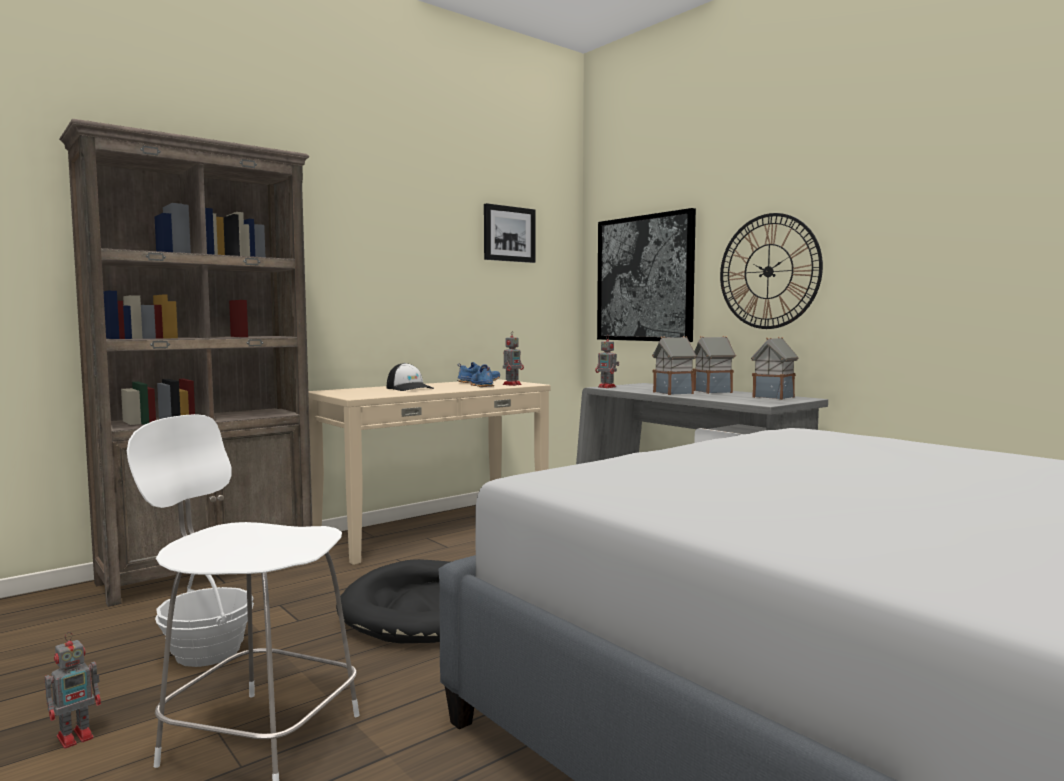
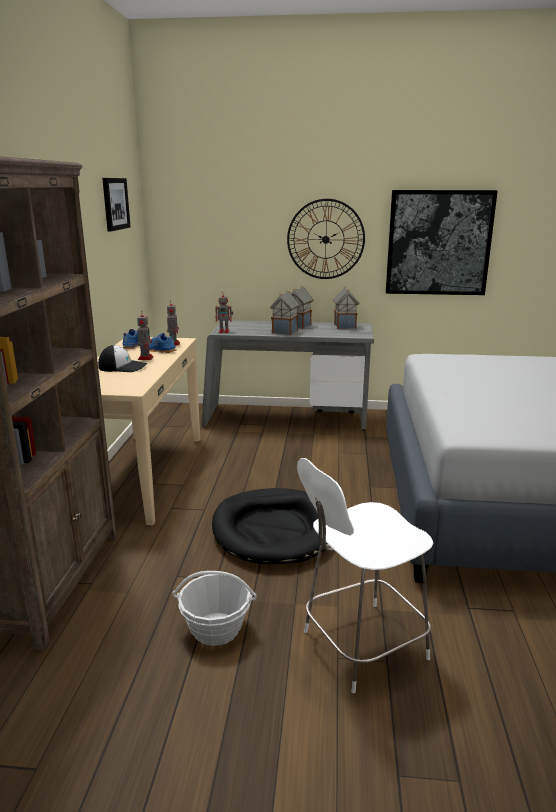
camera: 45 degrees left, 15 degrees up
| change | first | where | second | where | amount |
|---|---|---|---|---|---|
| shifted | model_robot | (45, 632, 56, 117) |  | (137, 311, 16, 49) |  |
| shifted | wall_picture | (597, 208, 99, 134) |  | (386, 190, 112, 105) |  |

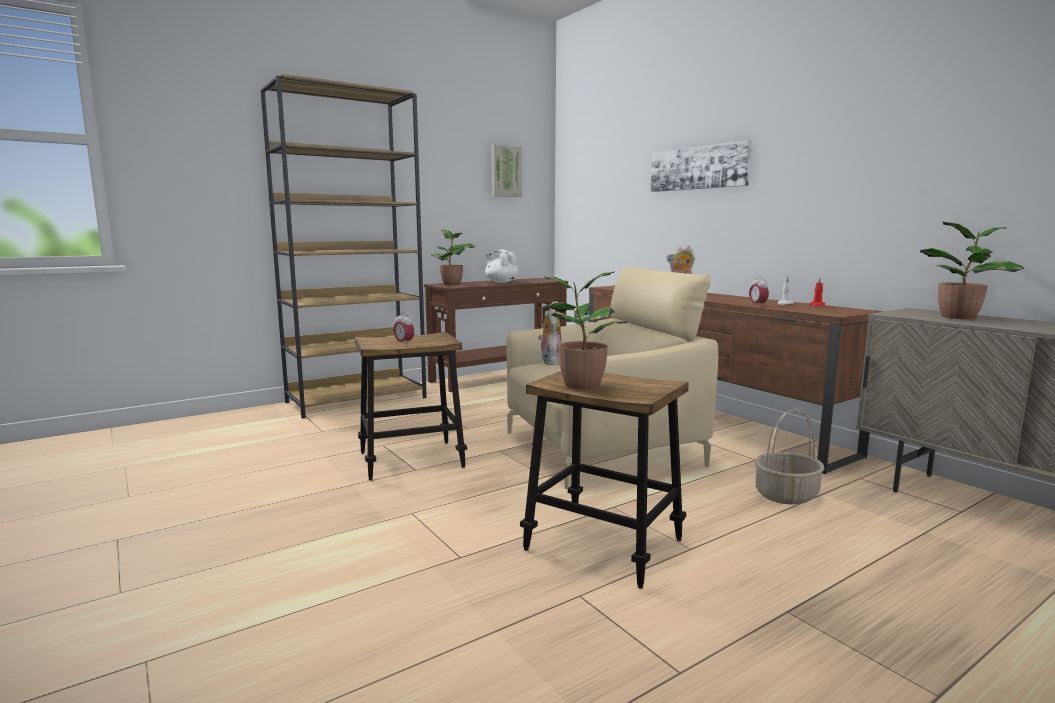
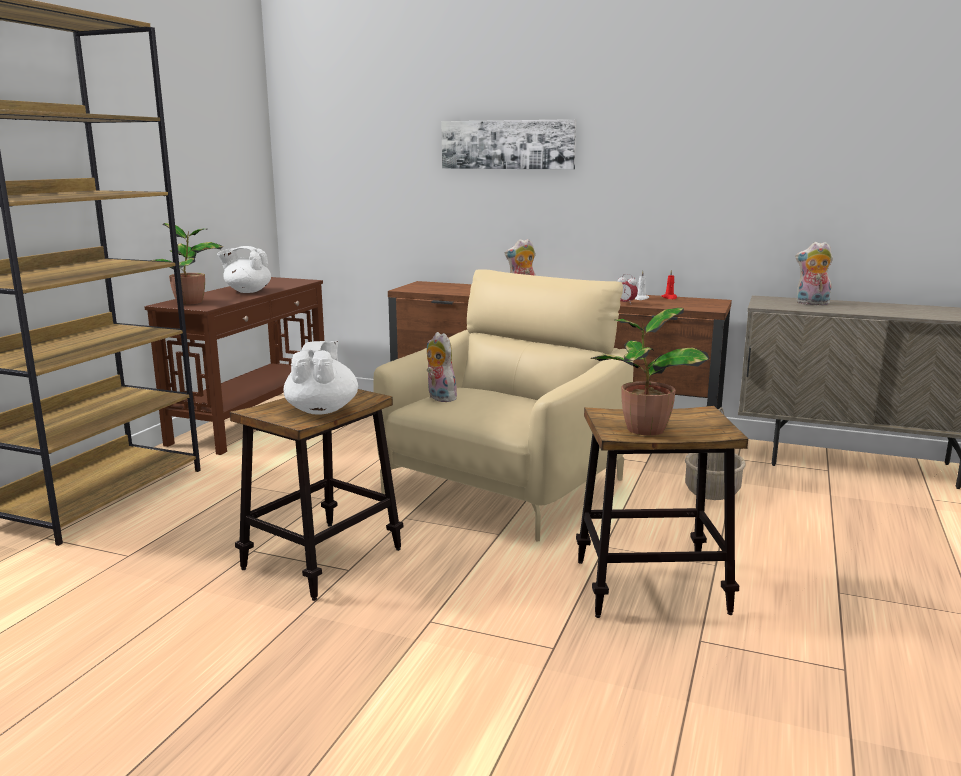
camera: 35 degrees left, 5 degrees up
| change | first | where | second | where | amount |
|---|---|---|---|---|---|
| swapped | bedside_clock | (394, 312, 20, 33) | white-coloured_teapot | (284, 341, 74, 74) |  |
| gone | wall_picture | (491, 145, 31, 52) |  |  |  |
| swapped | houseplant | (920, 222, 104, 97) | plush_toy | (795, 242, 38, 63) |  |

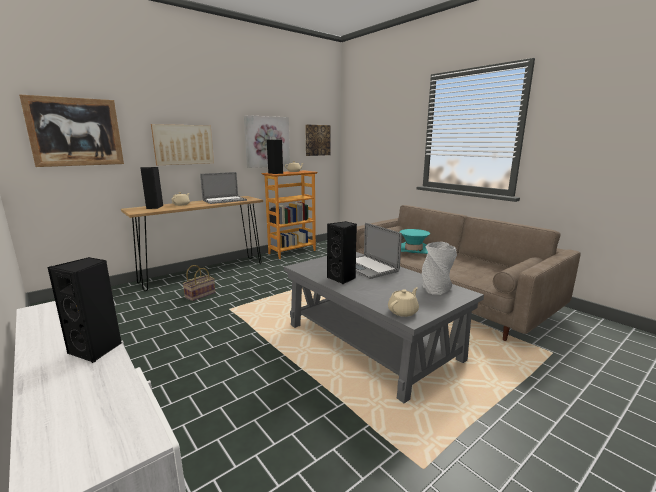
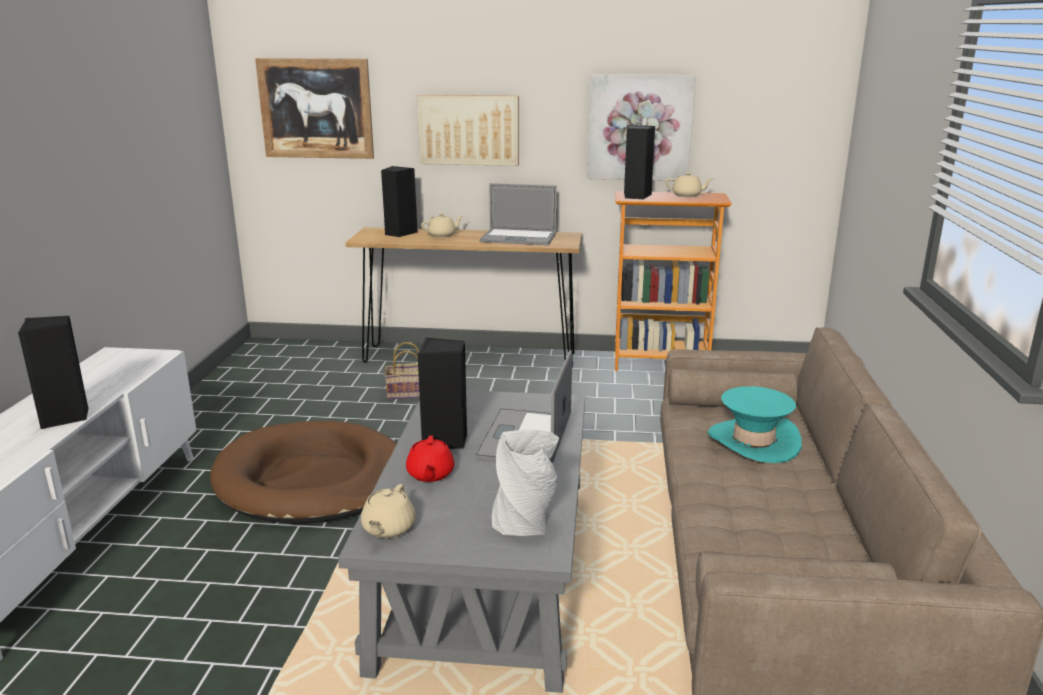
camera: 45 degrees right, 5 degrees up
| change | first | where | second | where | amount |
|---|---|---|---|---|---|
| gone | wall_picture | (305, 125, 26, 31) |  |  |  |
| rotated | sand-coloured_teapot | (388, 287, 31, 30) |  | (361, 484, 55, 54) | 105 degrees clockwise |
| new |  |  | brown-coloured_dog_cushion | (210, 421, 187, 103) |  |
| new |  |  | reddish_teapot | (406, 435, 49, 47) |  |

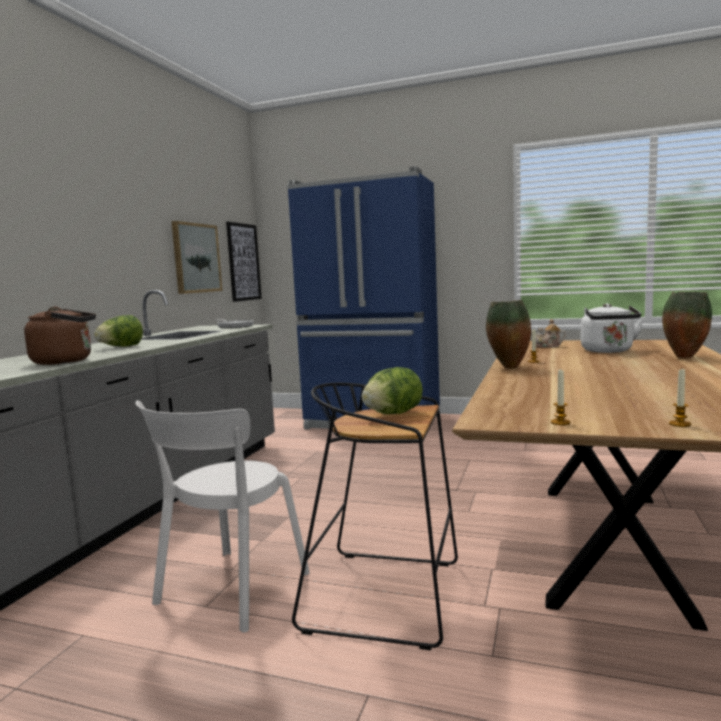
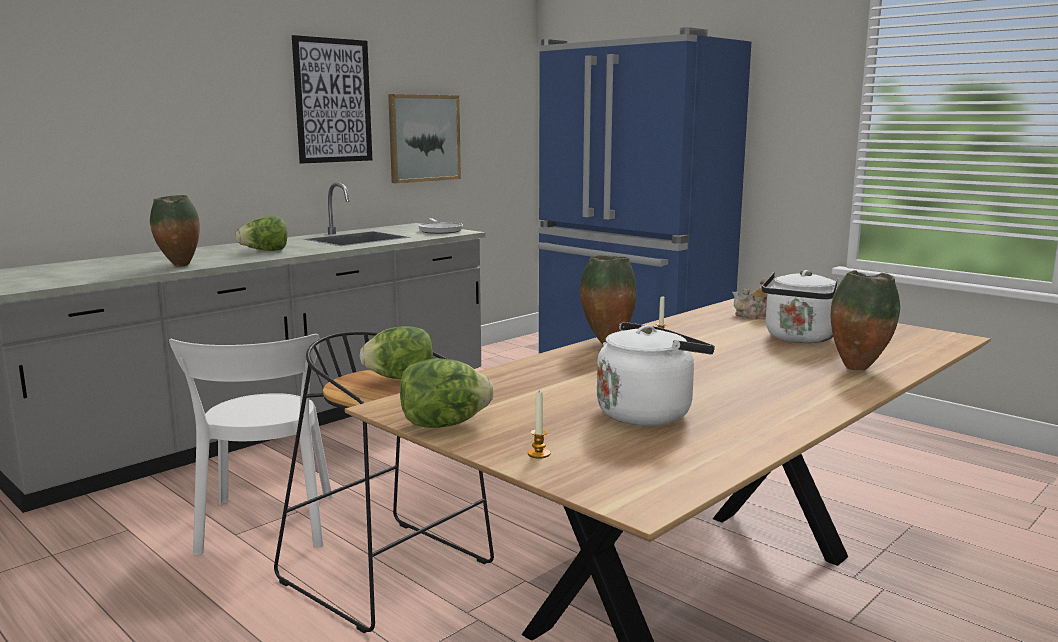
camera: 25 degrees right, 5 degrees up
| change | first | where | second | where | amount |
|---|---|---|---|---|---|
| swapped | brown-coloured_kettle | (24, 306, 72, 59) | flower_vase | (150, 195, 50, 72) |  |
| rotated | white-coloured_upright_chair | (135, 400, 175, 233) |  | (169, 334, 164, 221) | 60 degrees counterclockwise |
| shifted | wall_picture | (226, 222, 36, 80) |  | (292, 35, 80, 129) |  |
| swapped | candle | (551, 370, 19, 55) | lettuce | (400, 358, 93, 70) |  |
| new |  |  | white-coloured_kettle | (597, 322, 118, 104) |  |

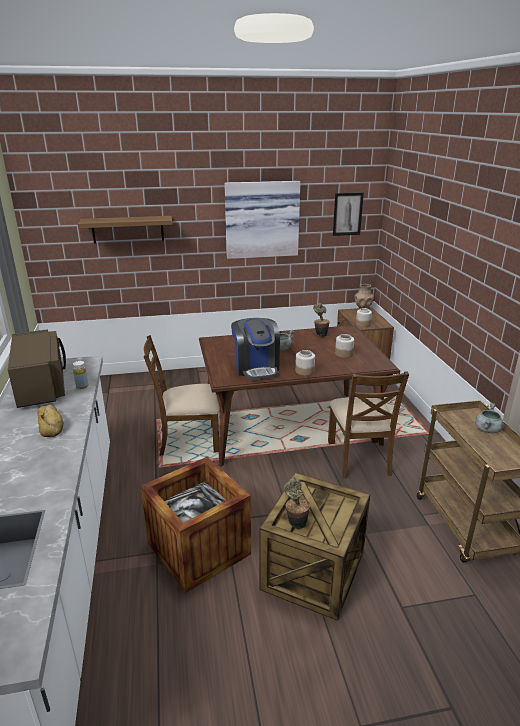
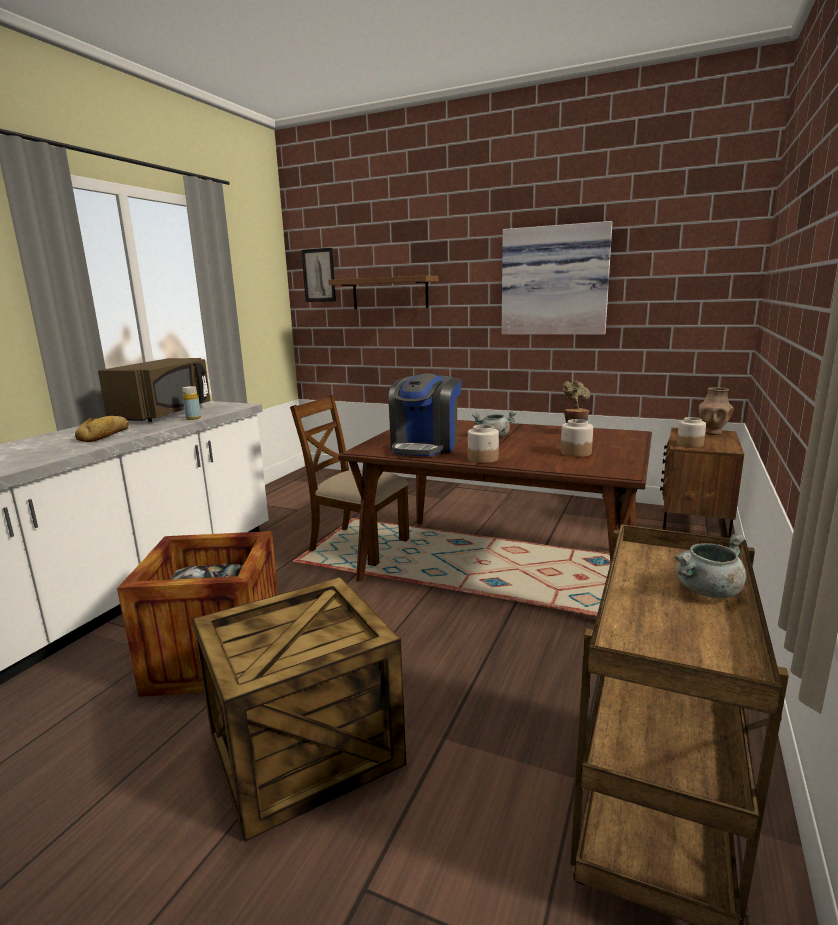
camera: 35 degrees right, 10 degrees down
| change | first | where | second | where | amount |
|---|---|---|---|---|---|
| gone | houseplant | (284, 477, 26, 52) |  |  |  |
| gone | brown-coloured_upright_chair | (328, 371, 81, 108) |  |  |  |
| shifted | wall_picture | (333, 193, 31, 43) |  | (301, 248, 35, 54) |  |

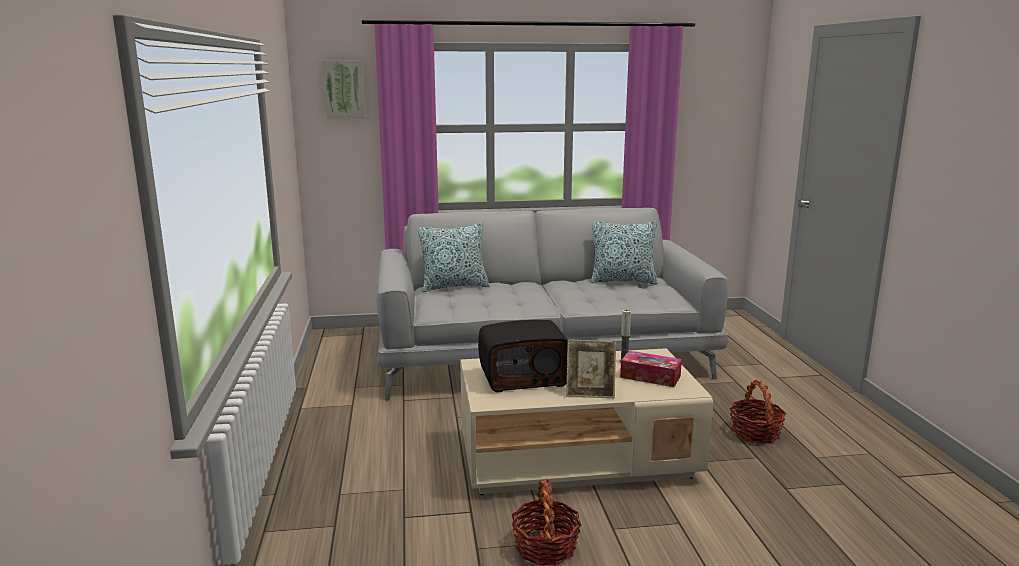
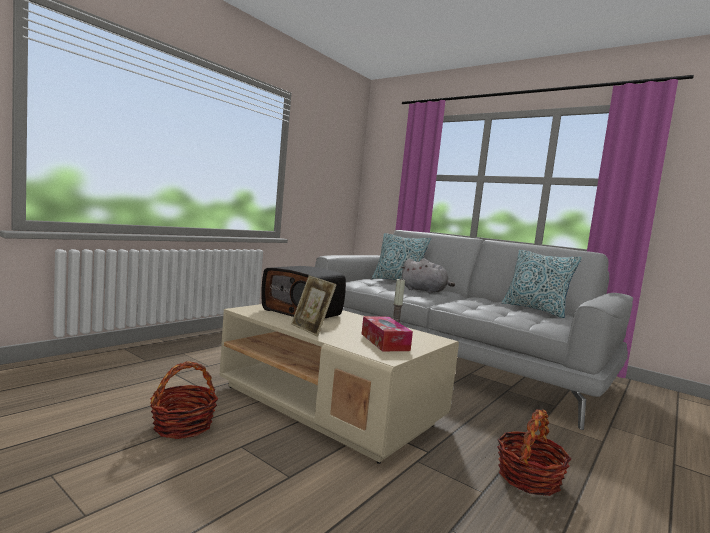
camera: 45 degrees right, 10 degrees down
| change | first | where | second | where | amount |
|---|---|---|---|---|---|
| gone | wall_picture | (323, 61, 42, 58) |  |  |  |
| new |  |  | greyish_plush_toy | (401, 258, 54, 36) |  |

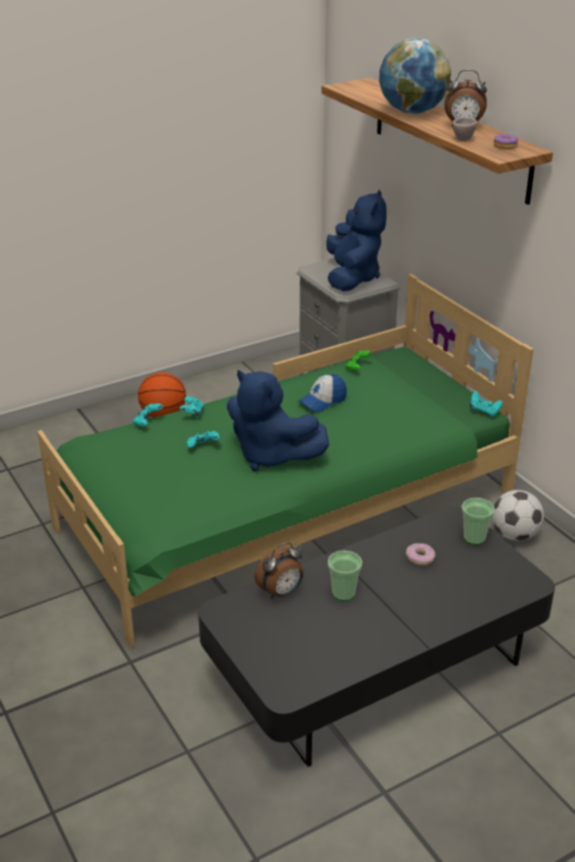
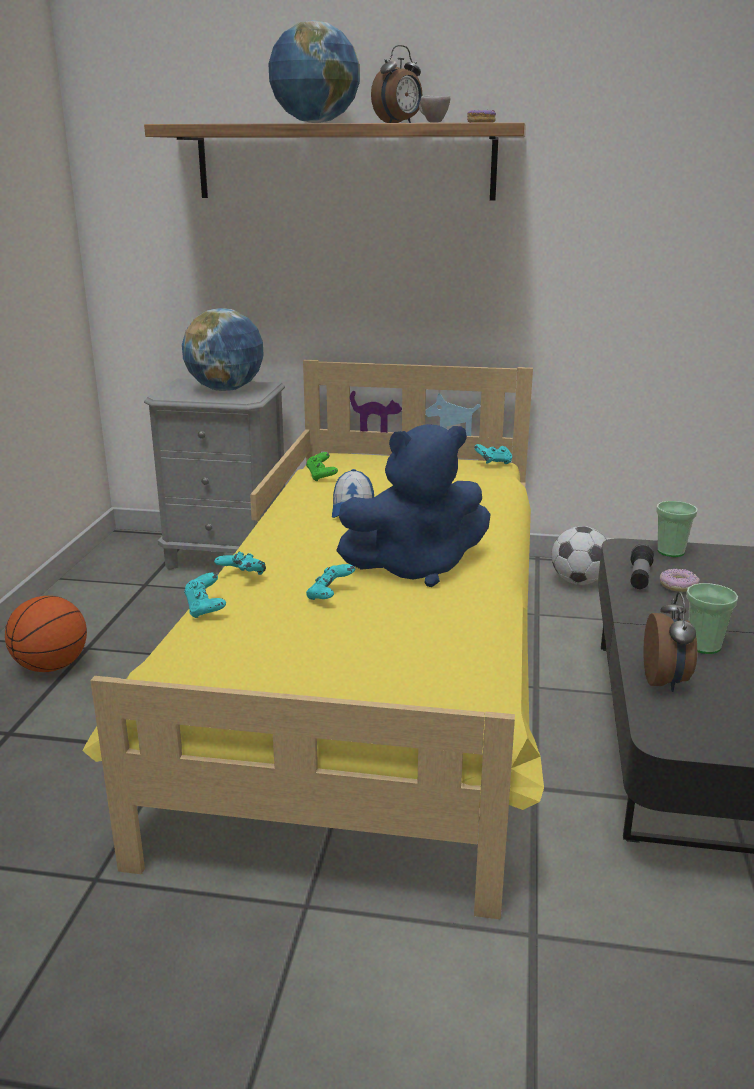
camera: 50 degrees left, 10 degrees down
| change | first | where | second | where | amount |
|---|---|---|---|---|---|
| repainted | green-coloured_bed | (37, 274, 497, 374) | yellowish_bed | (82, 360, 462, 559) |  |
| swapped | blue_plush_toy | (326, 190, 61, 101) | world_globe | (182, 308, 82, 83) |  |
| new |  |  | flashlight | (630, 544, 24, 45) |  |

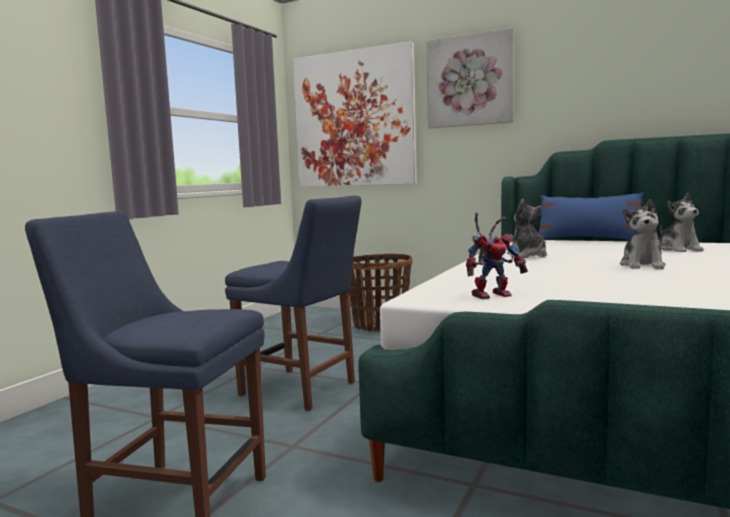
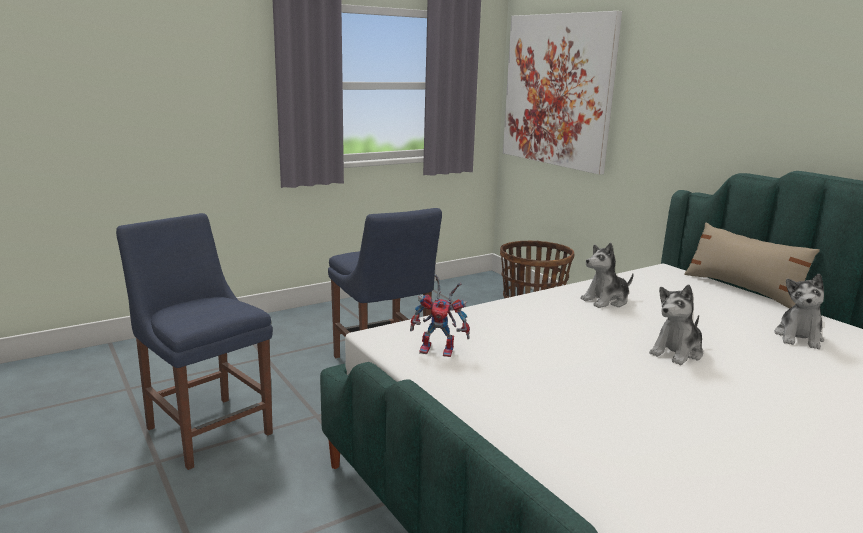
camera: 30 degrees right, 10 degrees up
| change | first | where | second | where | amount |
|---|---|---|---|---|---|
| gone | wall_picture | (426, 28, 88, 100) |  |  |  |
| rotated | plush_toy | (507, 199, 40, 59) |  | (580, 243, 54, 65) | 135 degrees counterclockwise |
| repainted | blue_pillow | (539, 192, 105, 48) | sand-coloured_pillow | (684, 222, 136, 87) |  |

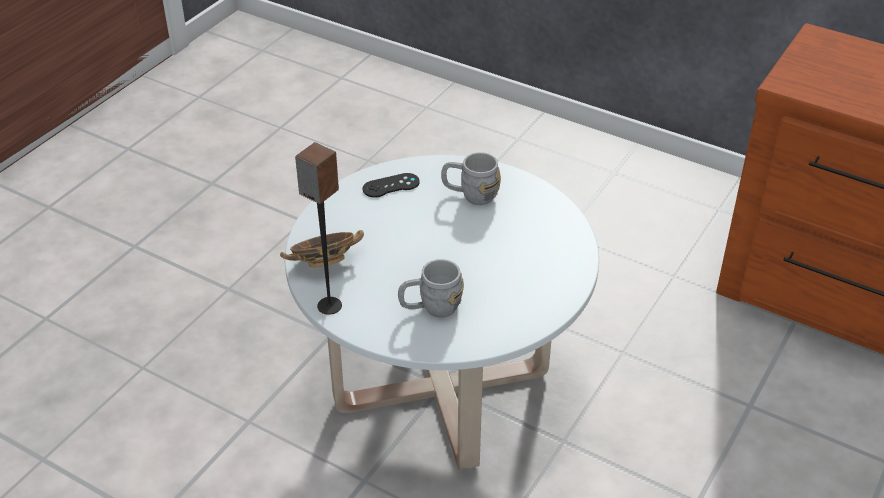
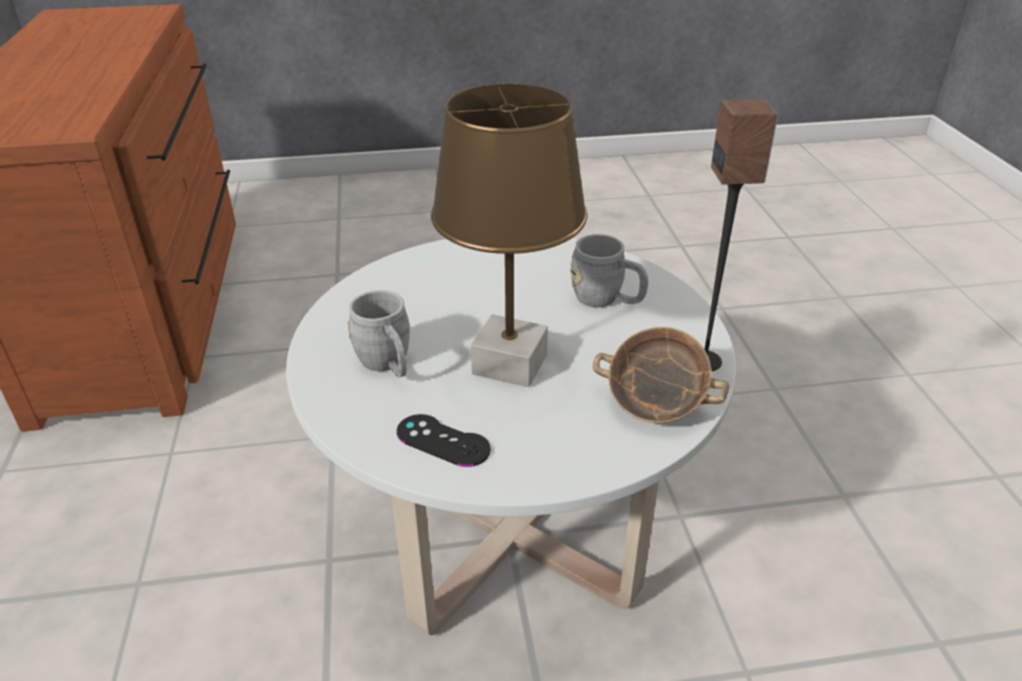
camera: 130 degrees left, 5 degrees down
| change | first | where | second | where | amount |
|---|---|---|---|---|---|
| new |  |  | brown-coloured_table_lamp | (431, 83, 156, 304) |  |

